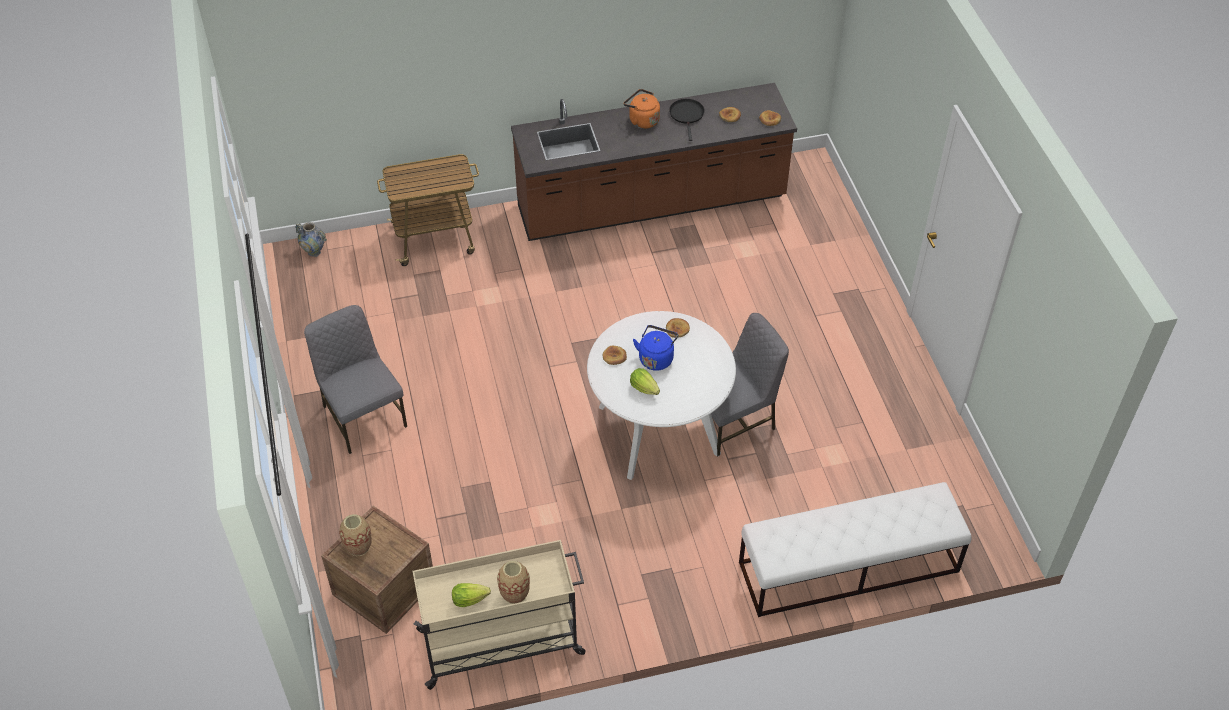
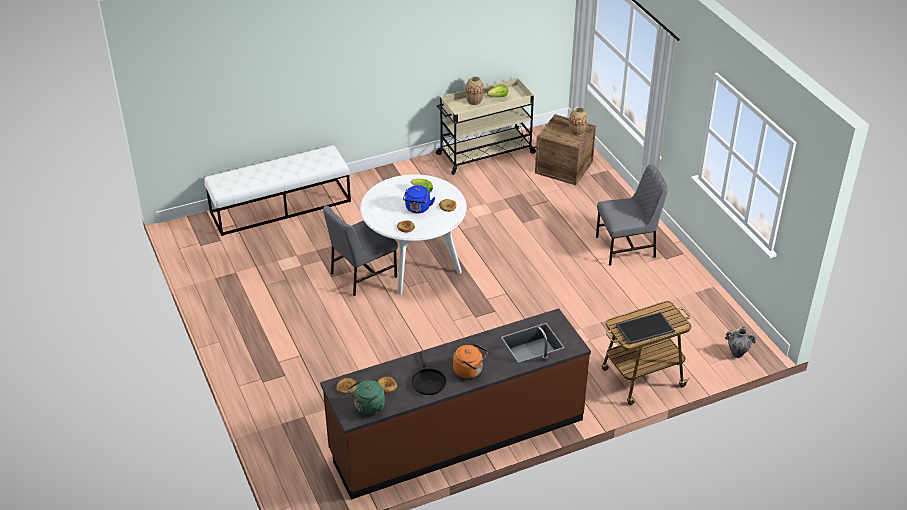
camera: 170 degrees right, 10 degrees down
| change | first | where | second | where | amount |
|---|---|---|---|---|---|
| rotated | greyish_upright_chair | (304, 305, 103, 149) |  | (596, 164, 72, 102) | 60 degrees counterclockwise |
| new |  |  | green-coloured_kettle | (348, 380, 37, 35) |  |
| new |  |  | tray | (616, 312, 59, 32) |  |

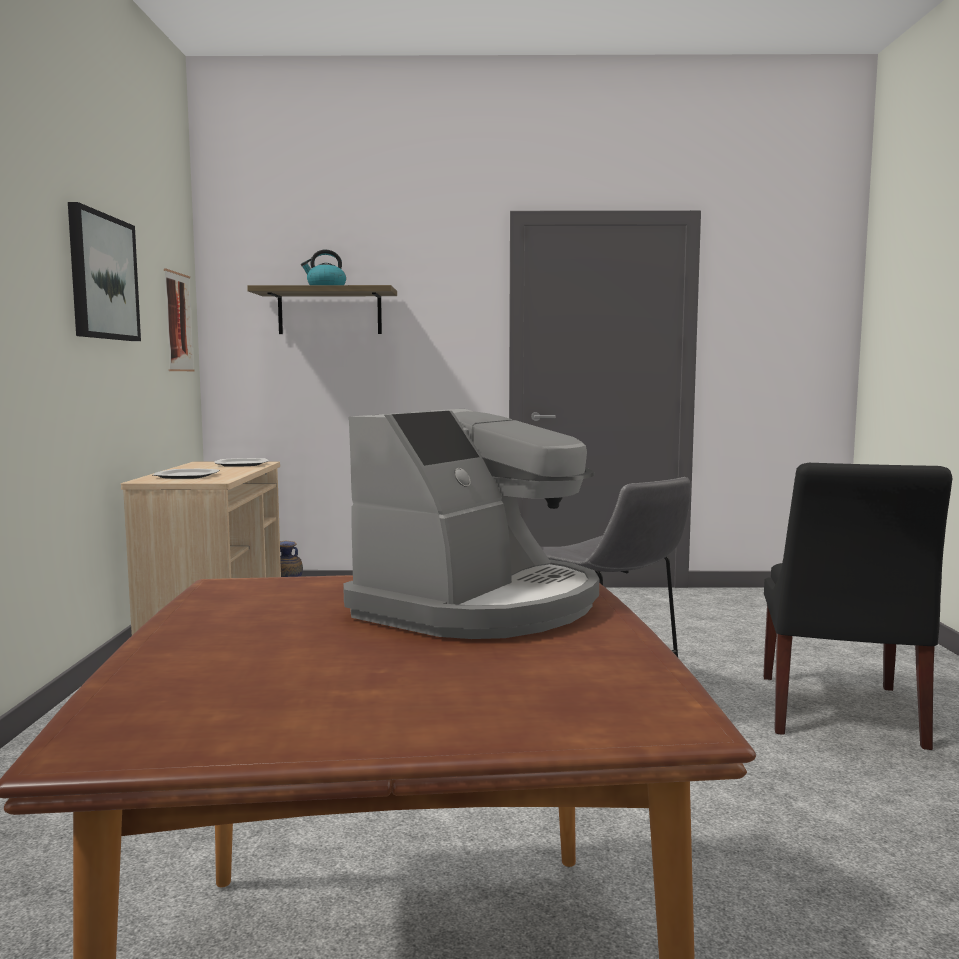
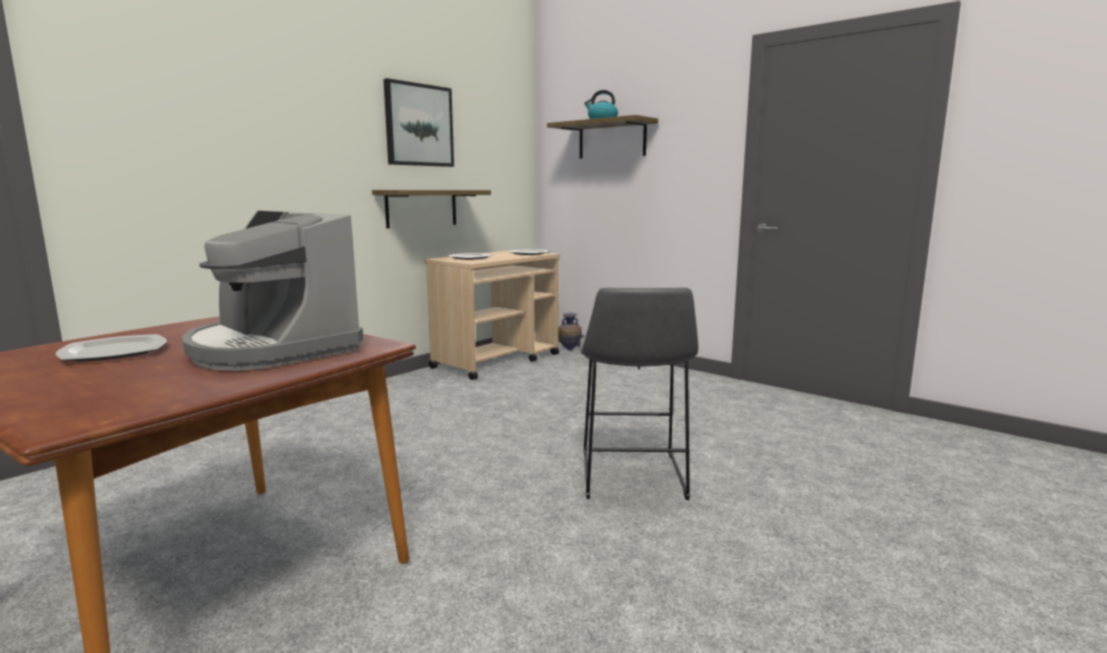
camera: 40 degrees right, 5 degrees up
| change | first | where | second | where | amount |
|---|---|---|---|---|---|
| gone | wall_picture | (164, 269, 30, 102) |  |  |  |
| rotated | coffee_brewer | (343, 409, 256, 230) |  | (182, 211, 181, 160) | 60 degrees clockwise |
| gone | black-coloured_upright_chair | (763, 463, 190, 287) |  |  |  |
| new |  |  | flat_dish | (56, 334, 111, 28) |  |
| new |  |  | bracket_shelf | (372, 190, 119, 38) |  |

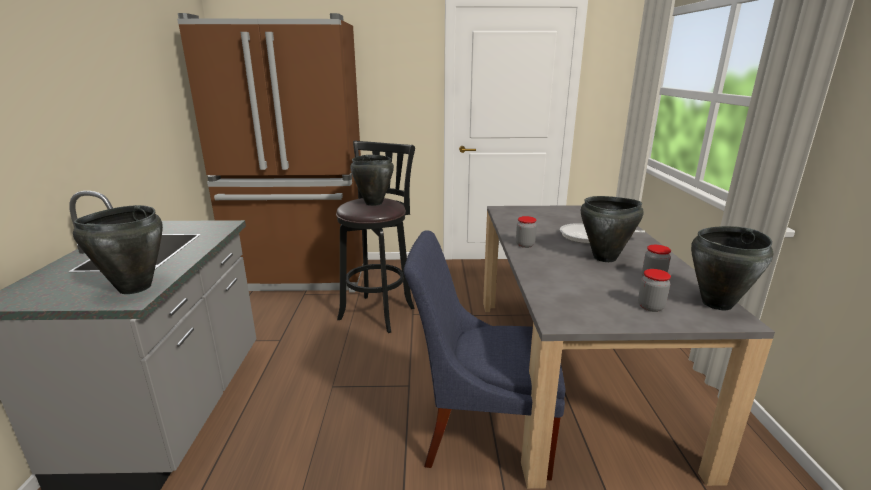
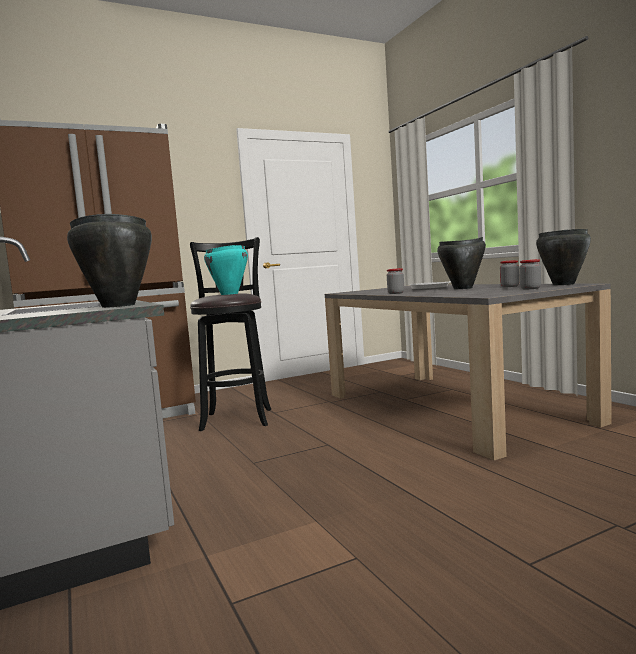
camera: 25 degrees left, 15 degrees down
| change | first | where | second | where | amount |
|---|---|---|---|---|---|
| repainted | black-coloured_cooking_pot | (350, 155, 44, 51) | turquoise_cooking_pot | (204, 245, 44, 50) |  |
| gone | blue_upright_chair | (404, 230, 162, 251) |  |  |  |

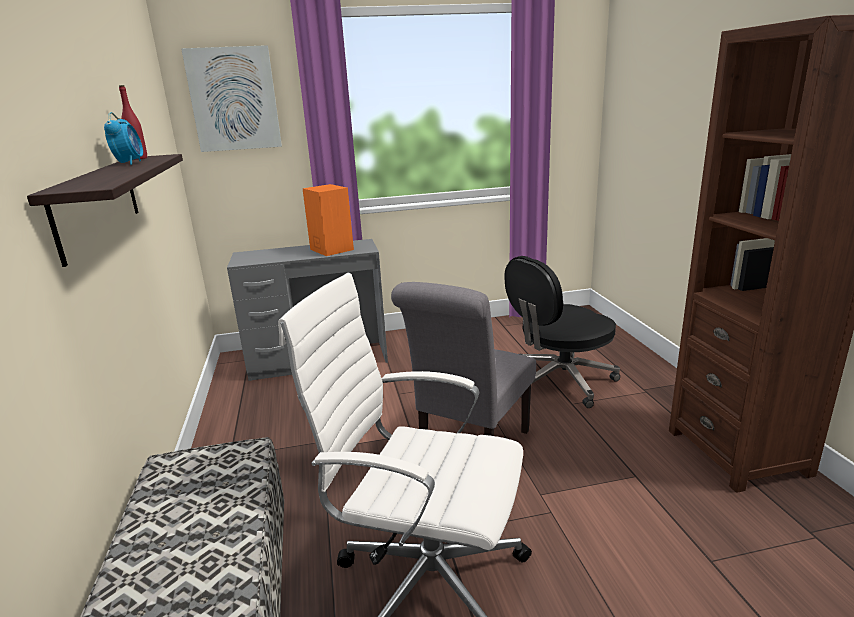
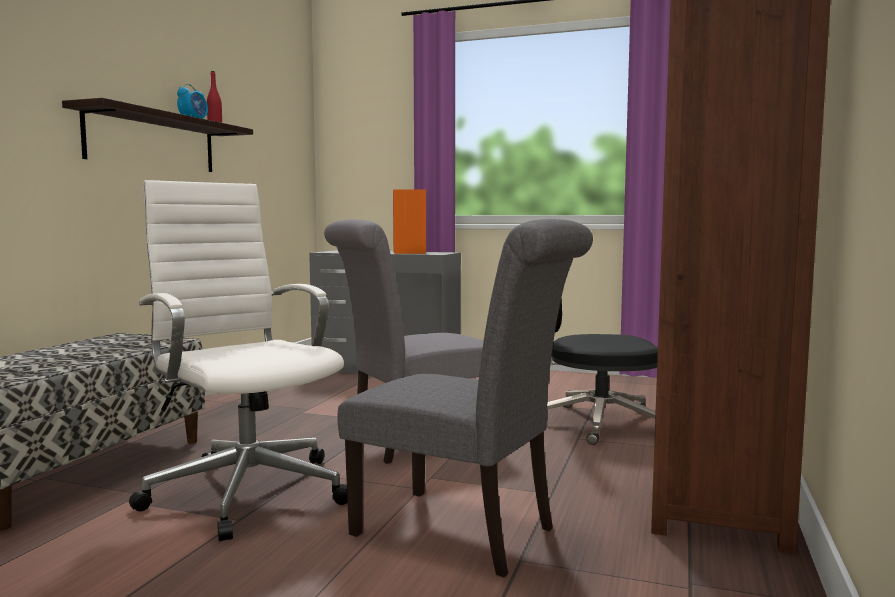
camera: 30 degrees right, 15 degrees down
| change | first | where | second | where | amount |
|---|---|---|---|---|---|
| gone | wall_picture | (181, 45, 101, 107) |  |  |  |
| new |  |  | greyish_upright_chair | (338, 219, 255, 358) |  |

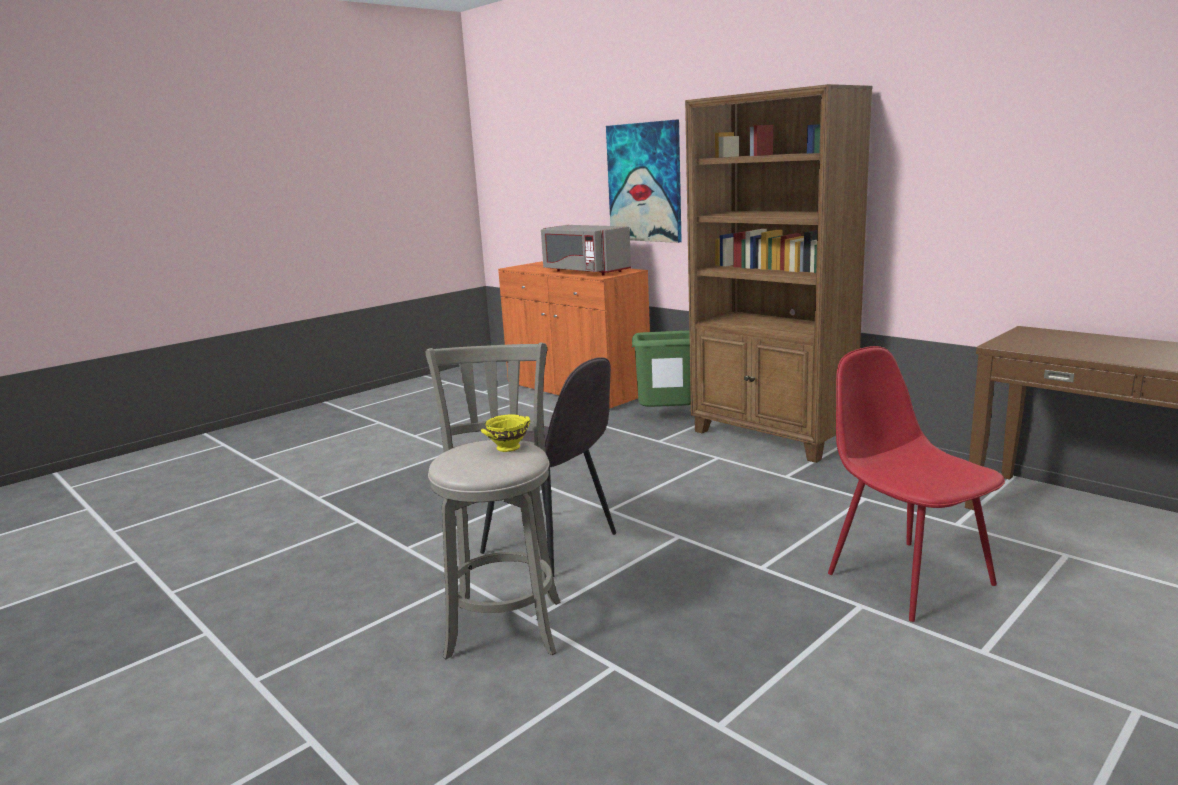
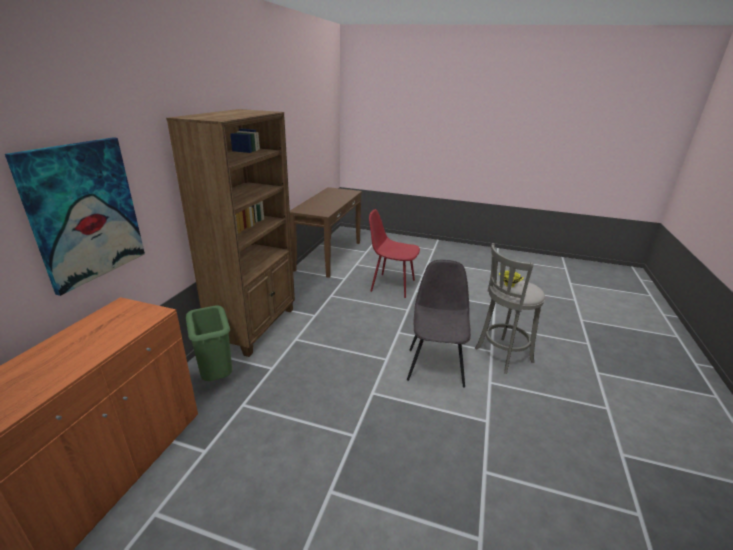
camera: 120 degrees left, 10 degrees up
| change | first | where | second | where | amount |
|---|---|---|---|---|---|
| gone | greyish_microwave_oven | (541, 225, 90, 50) |  |  |  |
| rotated | reddish_upright_chair | (828, 346, 177, 276) |  | (369, 209, 51, 89) | 75 degrees clockwise |

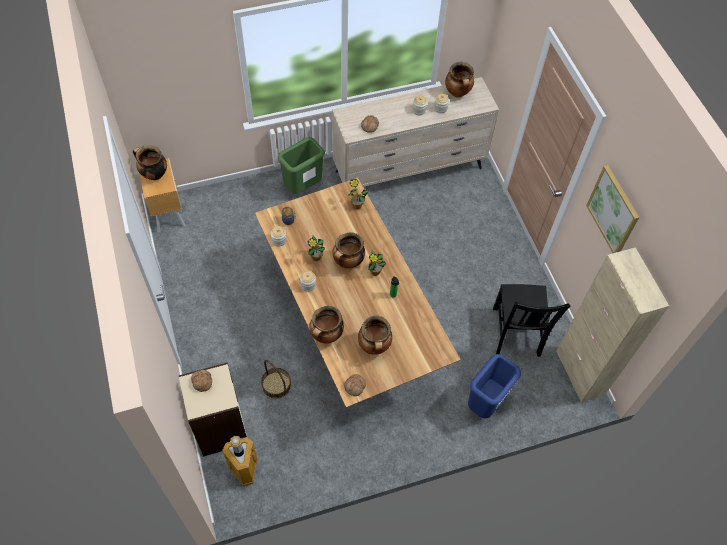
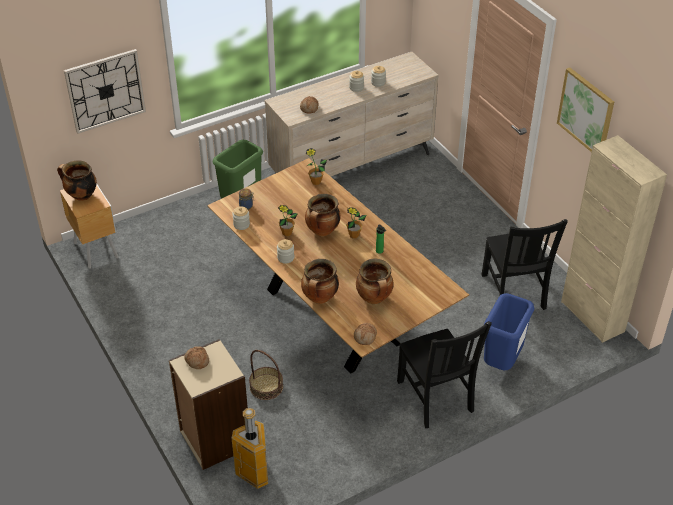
camera: 10 degrees left, 15 degrees down
| change | first | where | second | where | amount |
|---|---|---|---|---|---|
| gone | cooking_pot | (445, 62, 29, 35) |  |  |  |
| new |  |  | clock_on_the_wall | (64, 49, 82, 85) |  |
| new |  |  | black-coloured_upright_chair | (397, 321, 95, 107) |  |

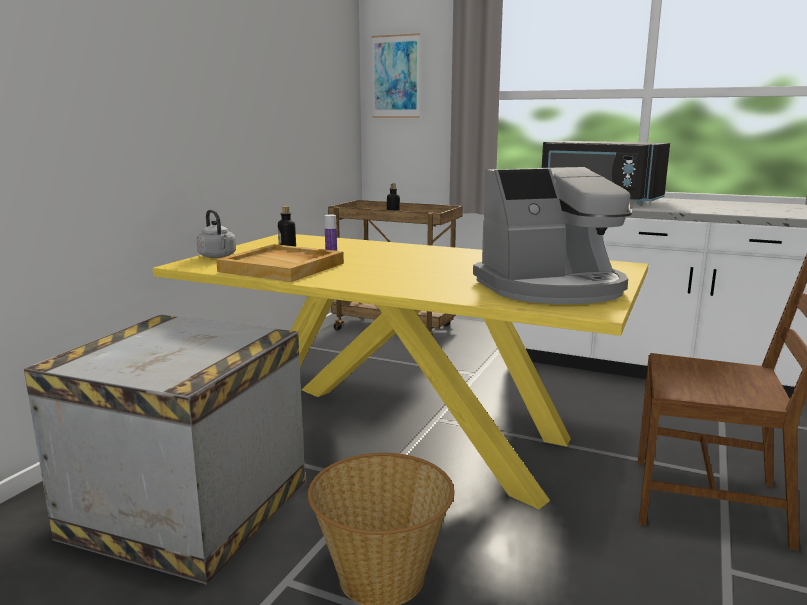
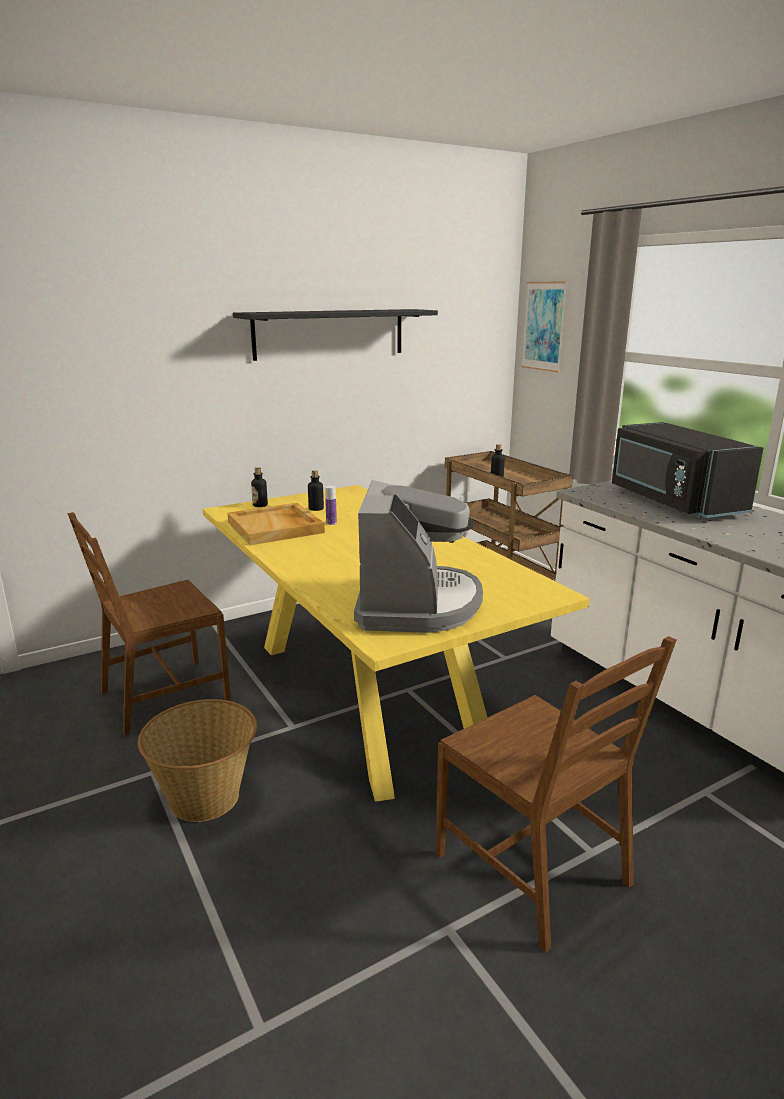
camera: 35 degrees right, 5 degrees up
| change | first | where | second | where | amount |
|---|---|---|---|---|---|
| swapped | packing_crate | (24, 314, 281, 271) | brown-coloured_upright_chair | (67, 512, 164, 223) |  |
| swapped | greyish_kettle | (197, 210, 39, 48) | drink_bottle | (251, 467, 17, 40) |  |
| rotated | coffee_brewer | (473, 167, 159, 137) |  | (354, 480, 129, 153) | 105 degrees counterclockwise |
| new |  |  | black-coloured_bracket_shelf | (233, 309, 205, 52) |  |

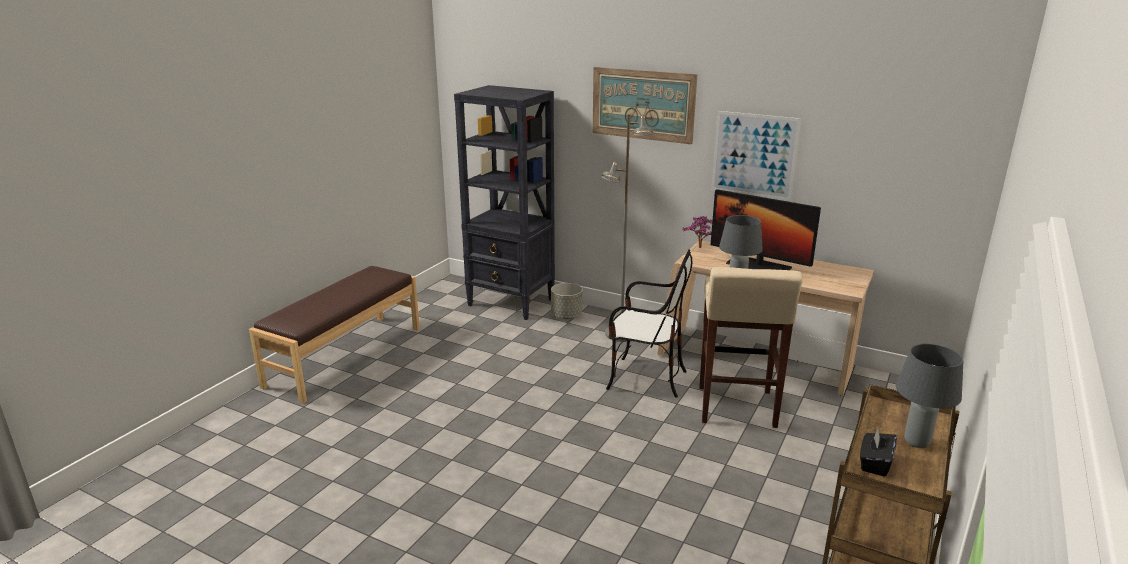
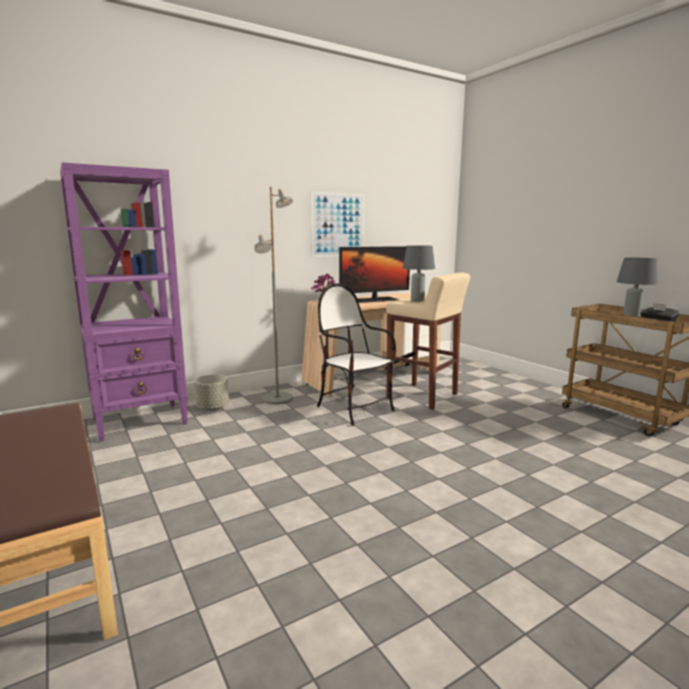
camera: 60 degrees left, 10 degrees down
| change | first | where | second | where | amount |
|---|---|---|---|---|---|
| repainted | black-coloured_bookshelf | (454, 85, 101, 235) | purple_bookshelf | (60, 162, 128, 280) |  |
| gone | wall_picture | (592, 67, 105, 77) |  |  |  |
| rotated | upright_chair | (606, 249, 86, 148) |  | (317, 283, 79, 143) | 90 degrees counterclockwise |

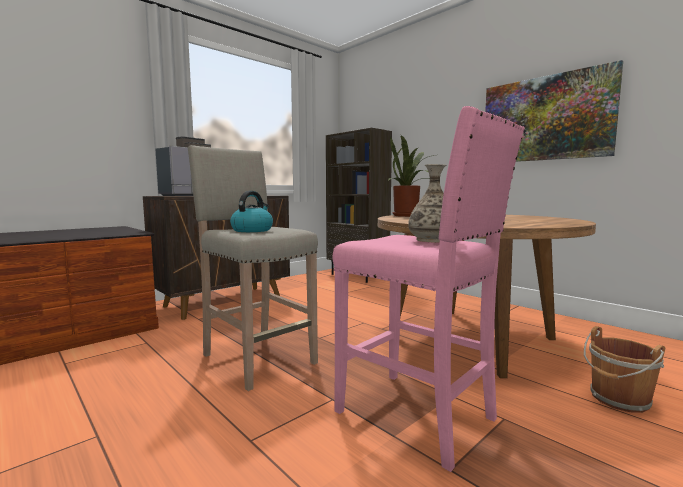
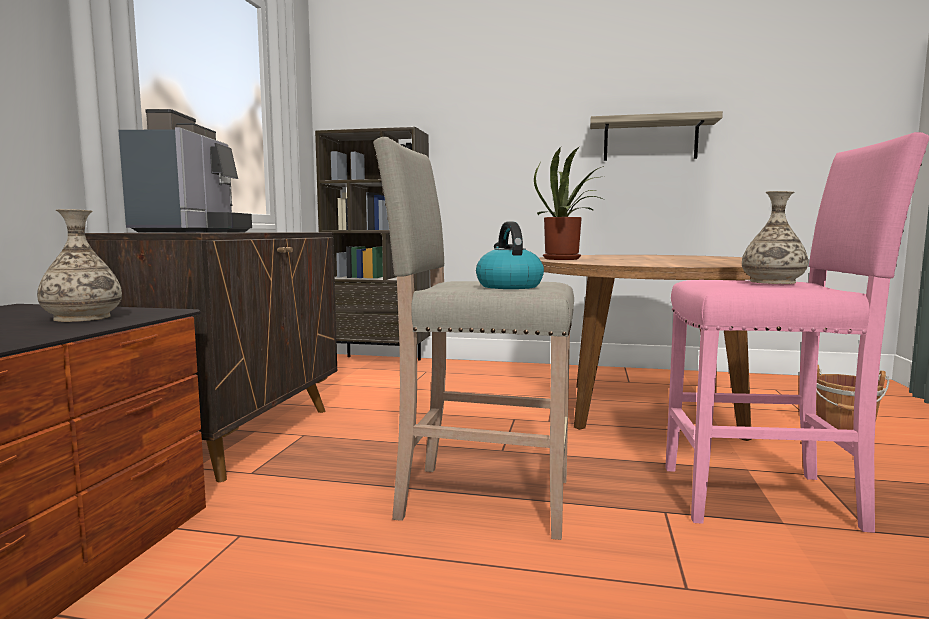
camera: 35 degrees left, 0 degrees up
| change | first | where | second | where | amount |
|---|---|---|---|---|---|
| swapped | wall_picture | (485, 60, 138, 102) | bracket_shelf | (590, 111, 133, 50) |  |
| new |  |  | flower_vase | (37, 209, 85, 113) |  |

